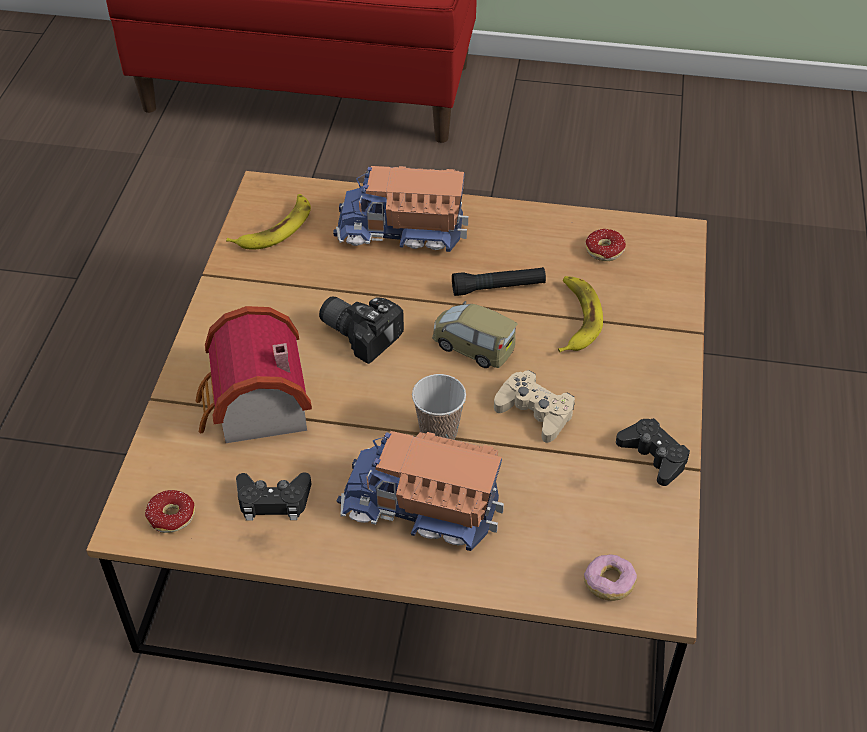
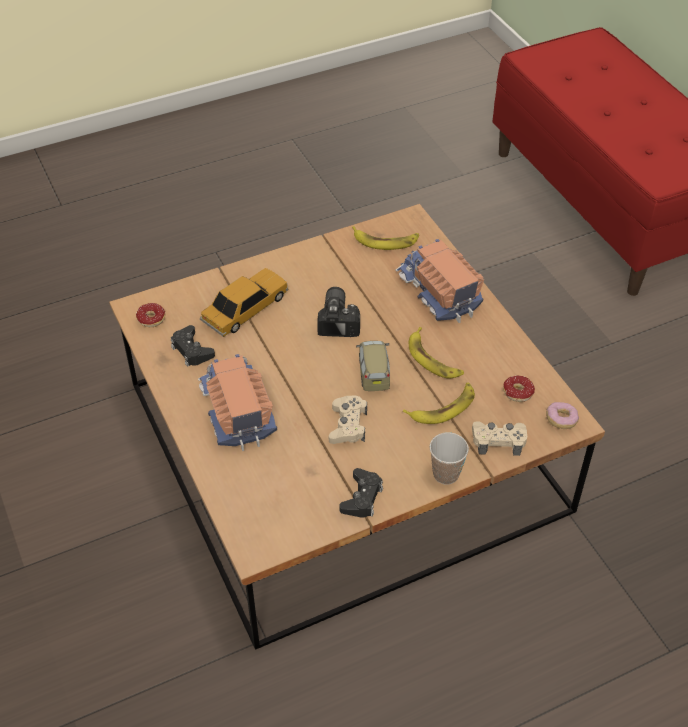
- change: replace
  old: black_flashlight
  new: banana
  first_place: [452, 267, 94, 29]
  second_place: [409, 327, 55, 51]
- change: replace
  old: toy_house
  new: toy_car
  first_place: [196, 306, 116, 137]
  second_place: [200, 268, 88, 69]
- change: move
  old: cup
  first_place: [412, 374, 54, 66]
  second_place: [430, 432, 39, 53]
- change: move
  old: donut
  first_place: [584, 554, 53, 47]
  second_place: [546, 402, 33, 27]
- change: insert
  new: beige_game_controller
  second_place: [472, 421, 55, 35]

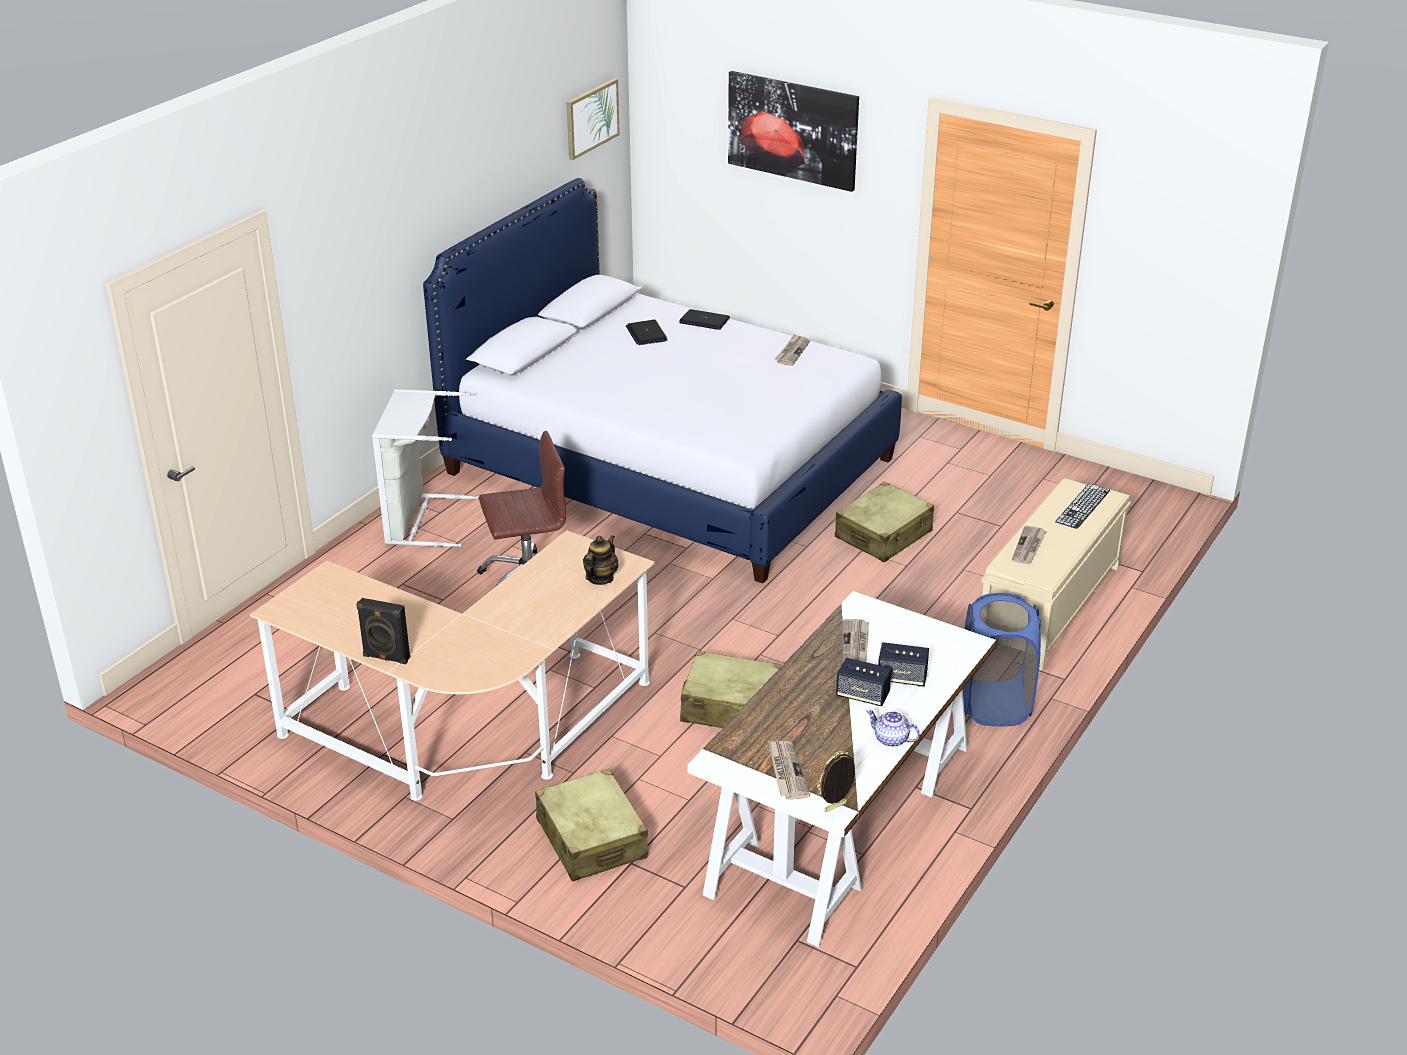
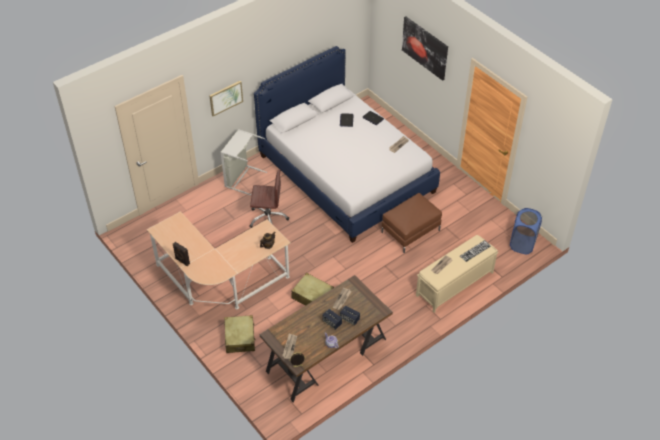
- change: move
  old: picture
  first_place: [567, 78, 53, 82]
  second_place: [209, 81, 34, 35]
- change: replace
  old: beige_suitcase
  new: brown_ottoman
  first_place: [835, 481, 99, 82]
  second_place: [382, 193, 60, 60]
- change: recolor
  old: white_desk
  new: brown_desk
  first_place: [687, 591, 309, 356]
  second_place: [260, 275, 133, 127]
- change: move
  old: blue_laundry_basket
  first_place: [963, 593, 78, 133]
  second_place: [510, 208, 32, 46]

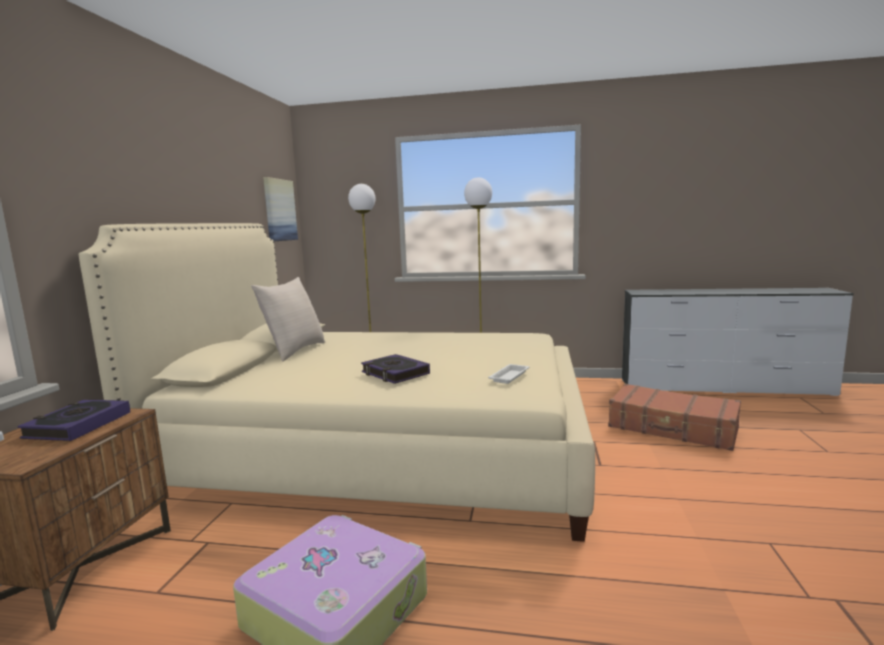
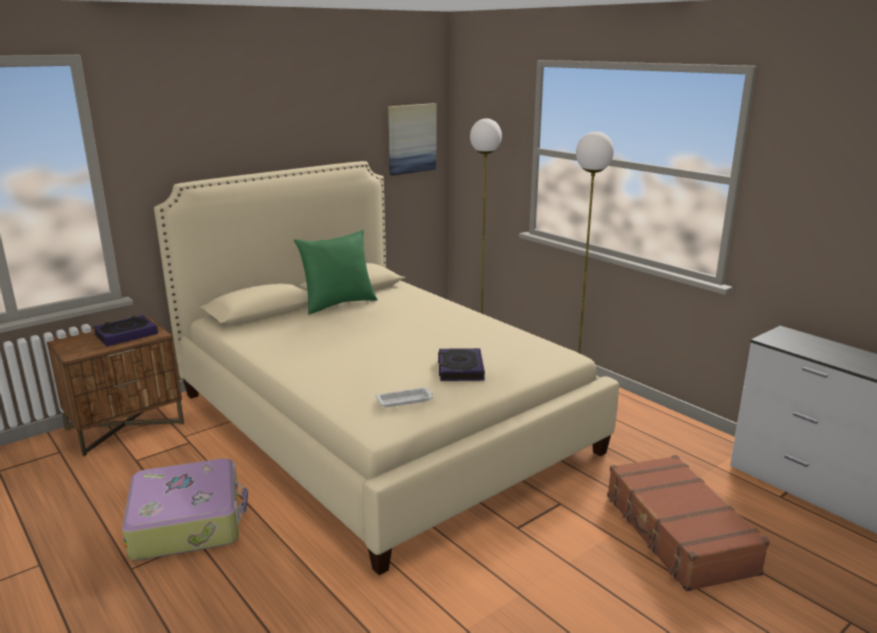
- change: recolor
  old: beige_pillow
  new: green_pillow
  first_place: [251, 277, 74, 85]
  second_place: [294, 230, 84, 84]
- change: move
  old: book
  first_place: [361, 354, 69, 30]
  second_place: [438, 348, 47, 33]

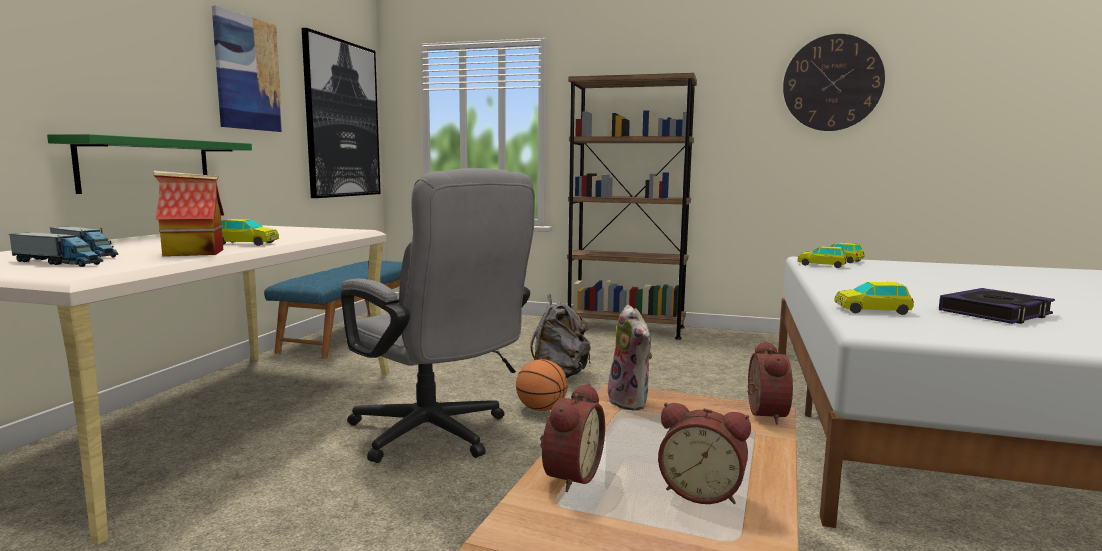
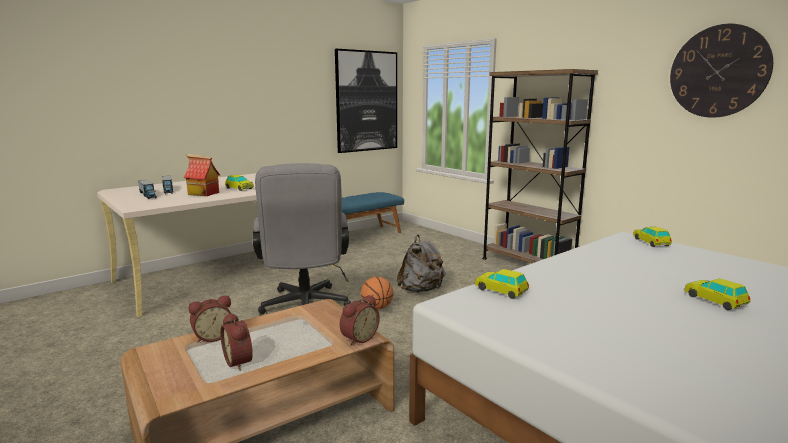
- change: delete
  old: picture
  first_place: [212, 5, 71, 127]
- change: delete
  old: green_shelf
  first_place: [47, 134, 205, 60]
- change: move
  old: toy_car
  first_place: [798, 246, 49, 22]
  second_place: [685, 278, 65, 32]
- change: delete
  old: book
  first_place: [939, 288, 116, 36]
- change: delete
  old: plush_toy
  first_place: [605, 305, 47, 105]

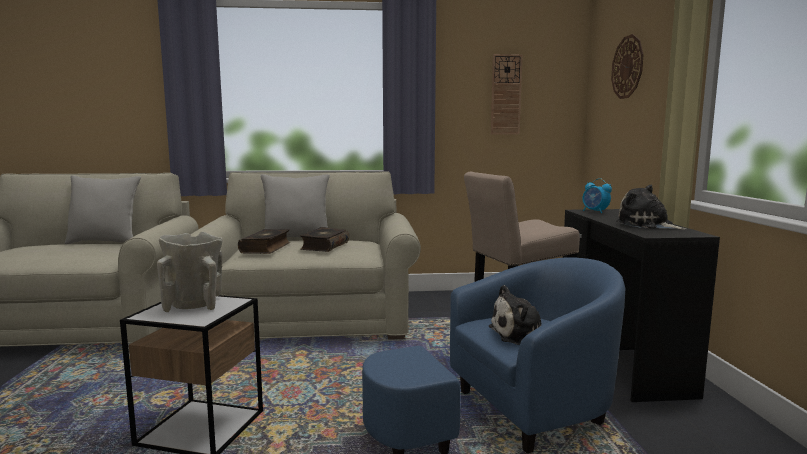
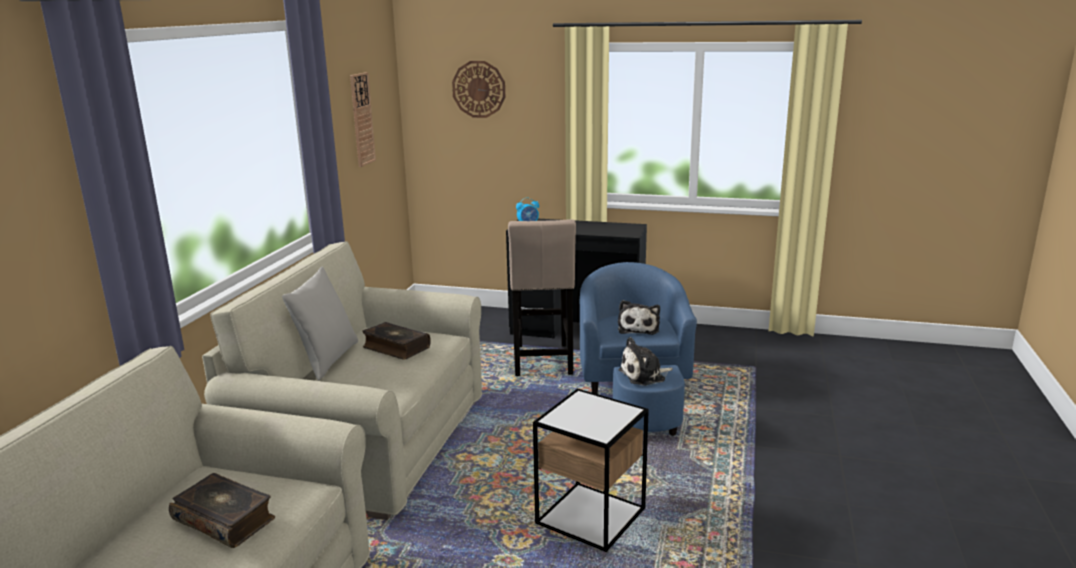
- change: delete
  old: grey_pillow
  first_place: [65, 175, 76, 69]
- change: move
  old: plush_toy
  first_place: [616, 185, 70, 45]
  second_place: [619, 337, 54, 49]
- change: move
  old: book
  first_place: [238, 229, 52, 25]
  second_place: [169, 473, 106, 75]
- change: delete
  old: beige_vase
  first_place: [157, 232, 66, 80]

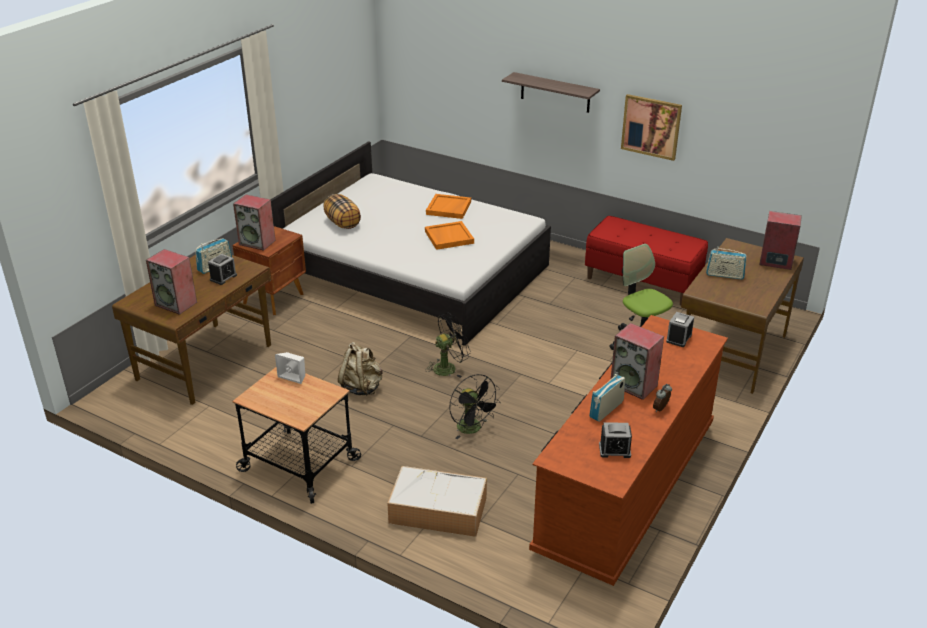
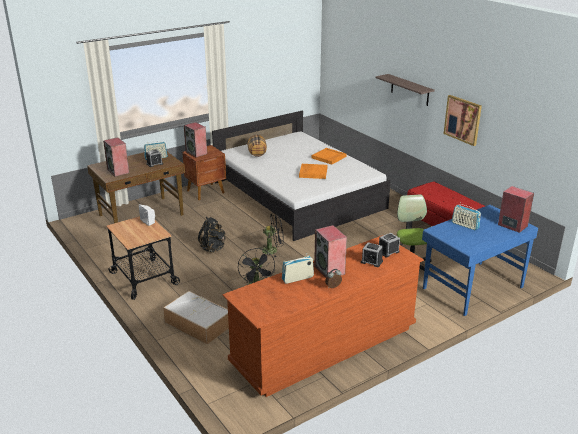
- change: recolor
  old: brown_desk
  new: blue_desk
  first_place: [681, 238, 123, 156]
  second_place: [422, 205, 116, 111]
- change: recolor
  old: beige_backpack
  new: black_backpack
  first_place: [338, 342, 44, 54]
  second_place: [198, 217, 28, 35]
- change: move
  old: alarm_clock
  first_place: [599, 422, 33, 36]
  second_place: [361, 242, 22, 25]

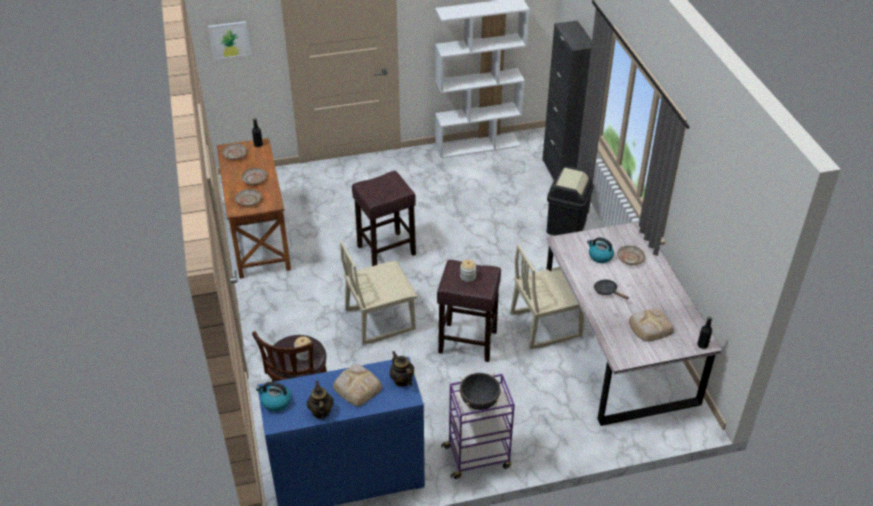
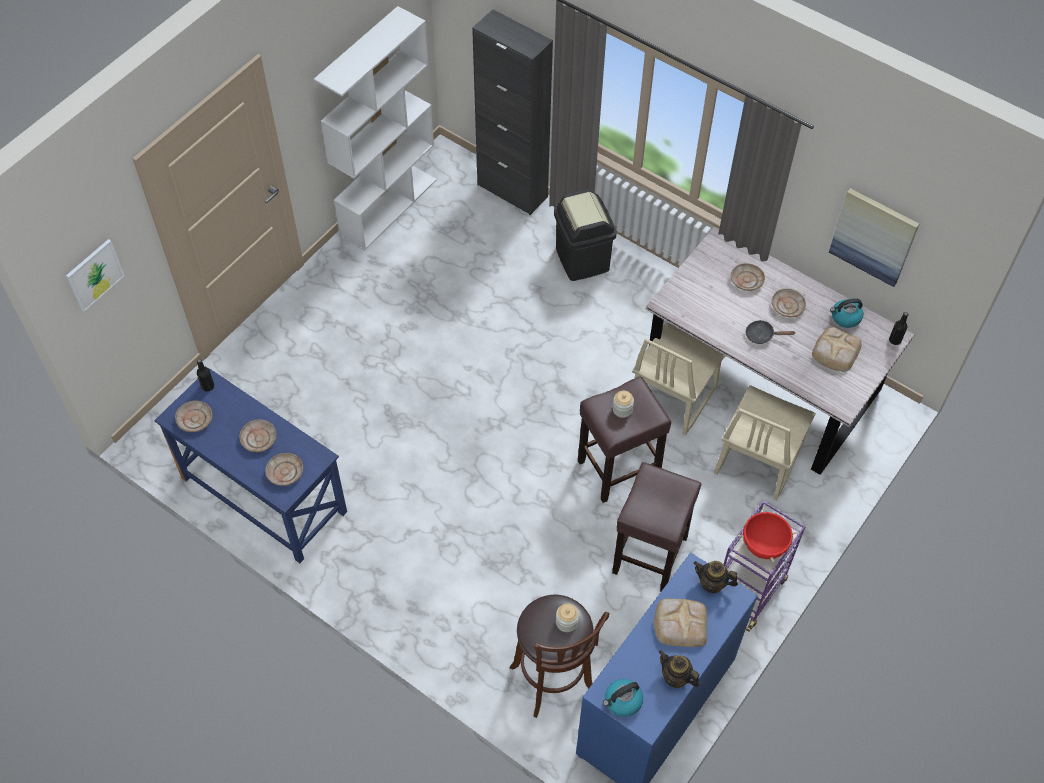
- change: recolor
  old: brown_desk
  new: blue_desk
  first_place: [217, 138, 74, 141]
  second_place: [154, 368, 193, 195]
- change: move
  old: brown_stool
  first_place: [352, 171, 64, 95]
  second_place: [612, 462, 89, 129]
- change: move
  old: kettle
  first_place: [587, 237, 27, 26]
  second_place: [830, 298, 33, 30]
- change: move
  old: beige_chair
  first_place: [340, 241, 78, 104]
  second_place: [714, 385, 102, 116]
- change: recolor
  old: black_cooking_pot
  new: red_cooking_pot
  first_place: [459, 373, 43, 37]
  second_place: [738, 507, 61, 55]
- change: insert
  new: picture
  second_place: [829, 188, 90, 99]
- change: insert
  new: beige_plate
  second_place: [772, 288, 34, 29]

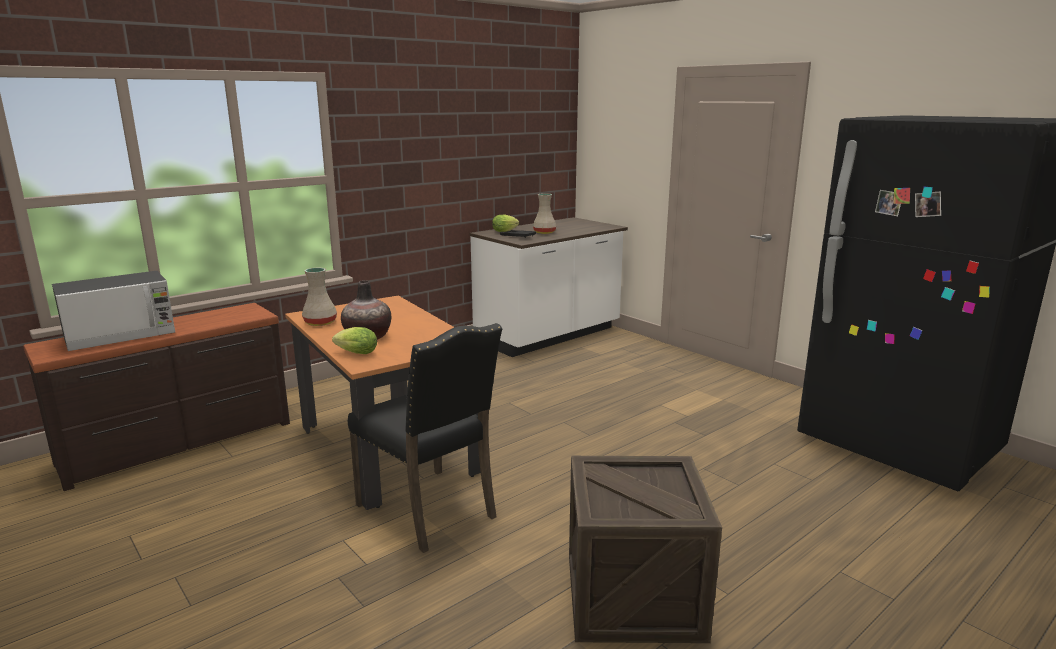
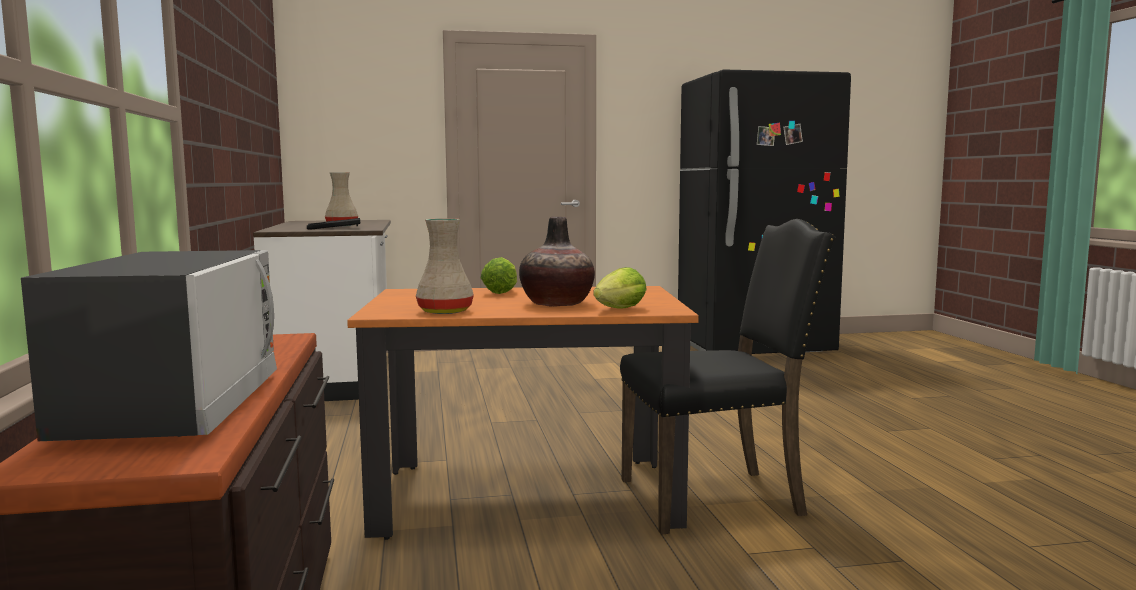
- change: move
  old: lettuce
  first_place: [492, 215, 27, 17]
  second_place: [481, 257, 36, 37]
- change: delete
  old: crate
  first_place: [569, 456, 153, 187]

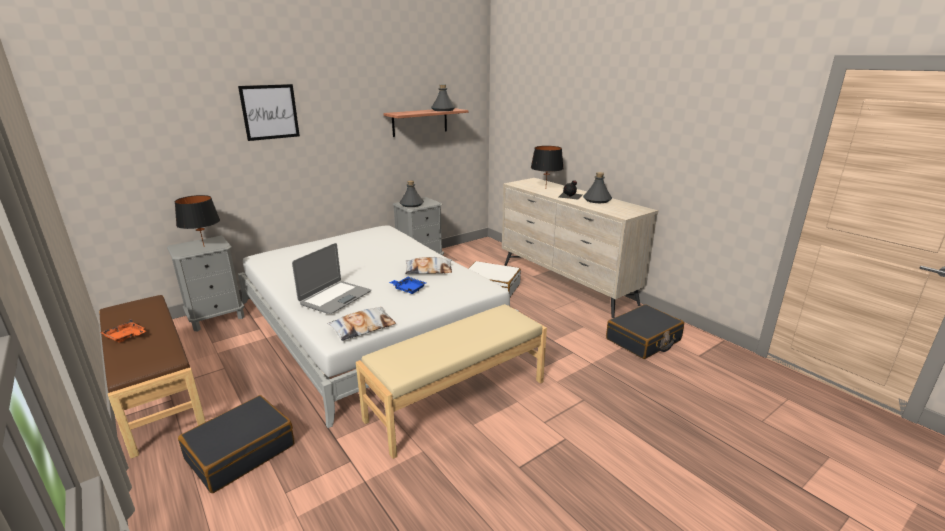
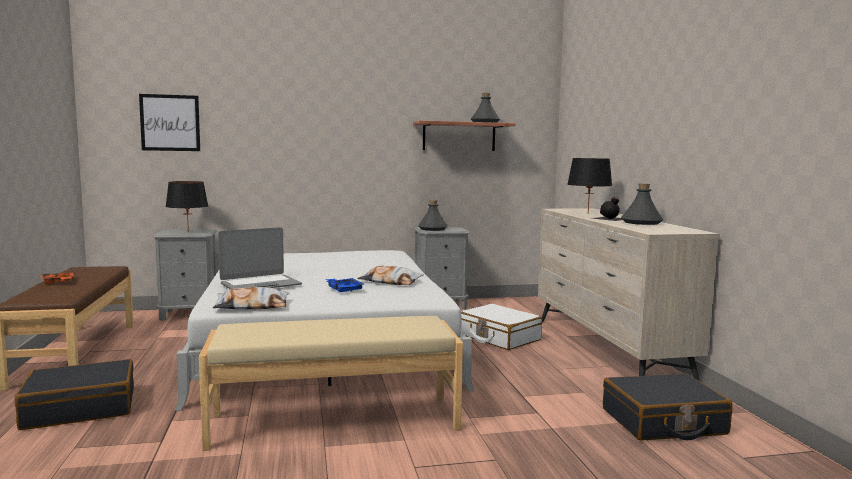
- change: move
  old: picture
  first_place: [238, 84, 62, 57]
  second_place: [139, 94, 61, 57]

